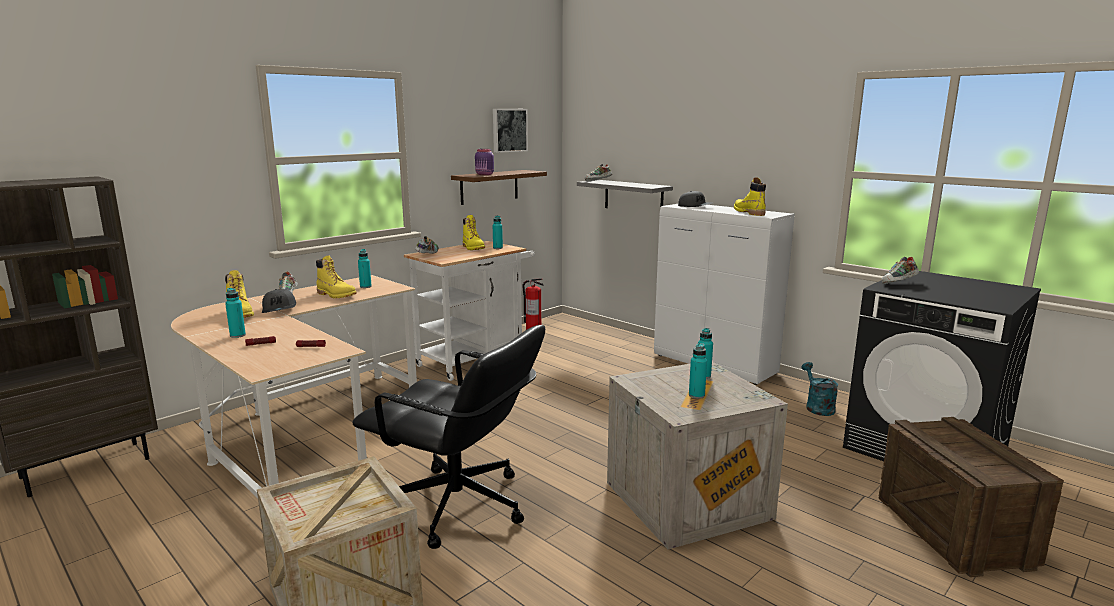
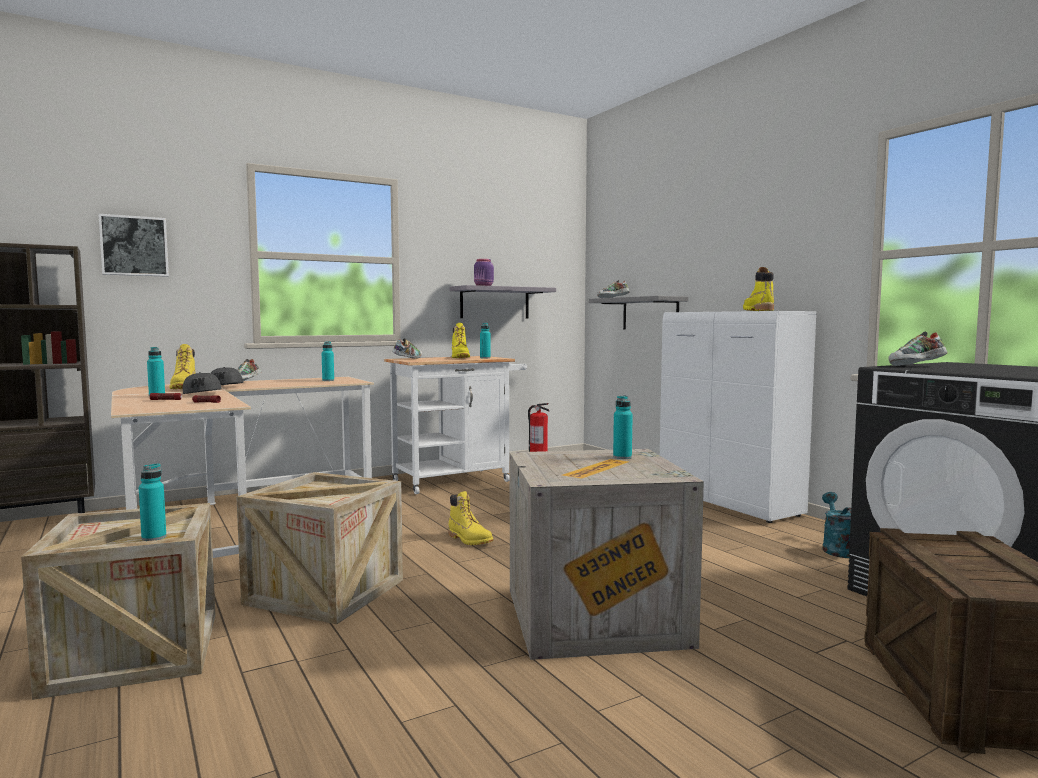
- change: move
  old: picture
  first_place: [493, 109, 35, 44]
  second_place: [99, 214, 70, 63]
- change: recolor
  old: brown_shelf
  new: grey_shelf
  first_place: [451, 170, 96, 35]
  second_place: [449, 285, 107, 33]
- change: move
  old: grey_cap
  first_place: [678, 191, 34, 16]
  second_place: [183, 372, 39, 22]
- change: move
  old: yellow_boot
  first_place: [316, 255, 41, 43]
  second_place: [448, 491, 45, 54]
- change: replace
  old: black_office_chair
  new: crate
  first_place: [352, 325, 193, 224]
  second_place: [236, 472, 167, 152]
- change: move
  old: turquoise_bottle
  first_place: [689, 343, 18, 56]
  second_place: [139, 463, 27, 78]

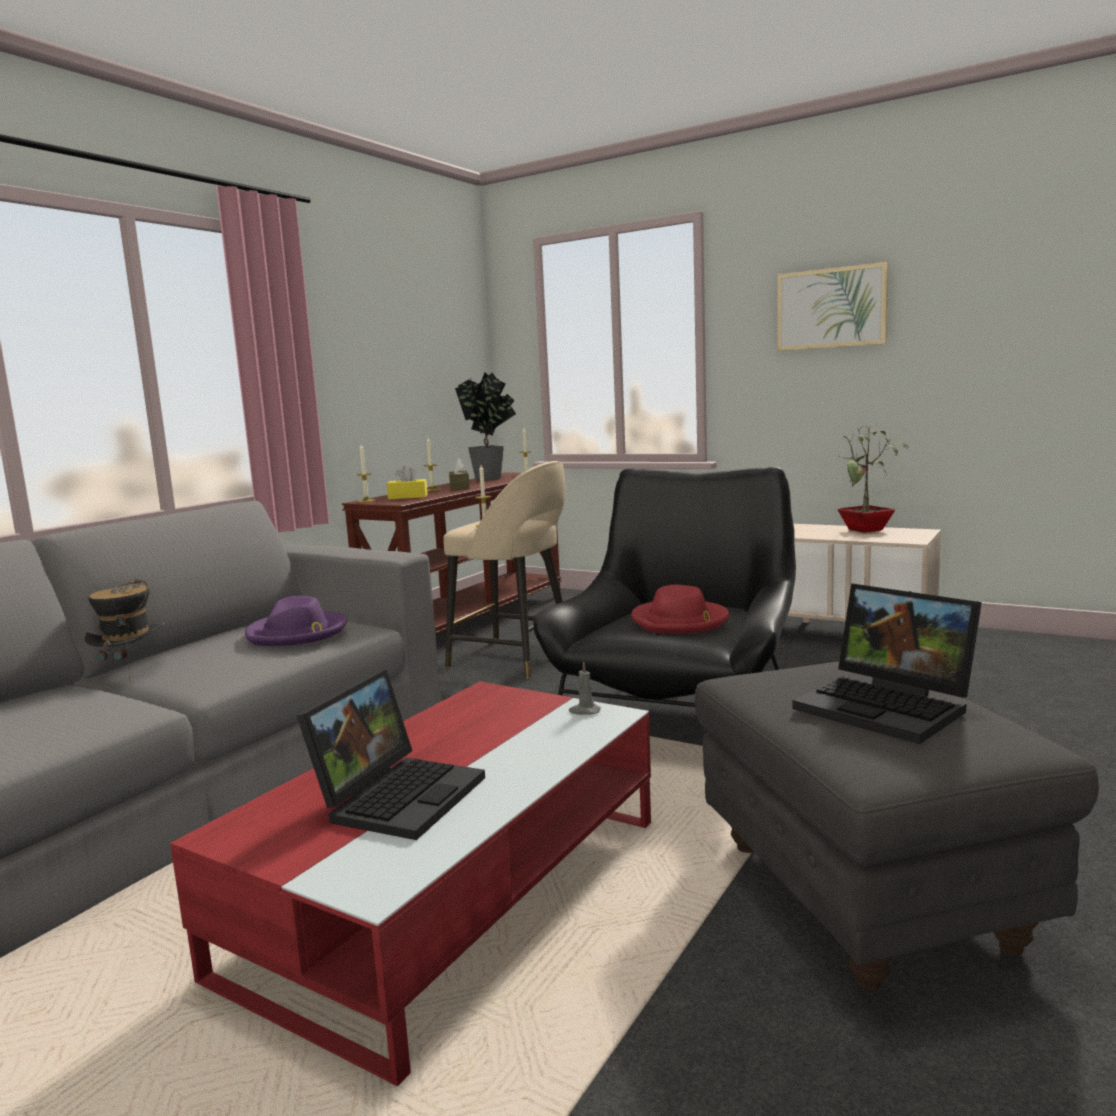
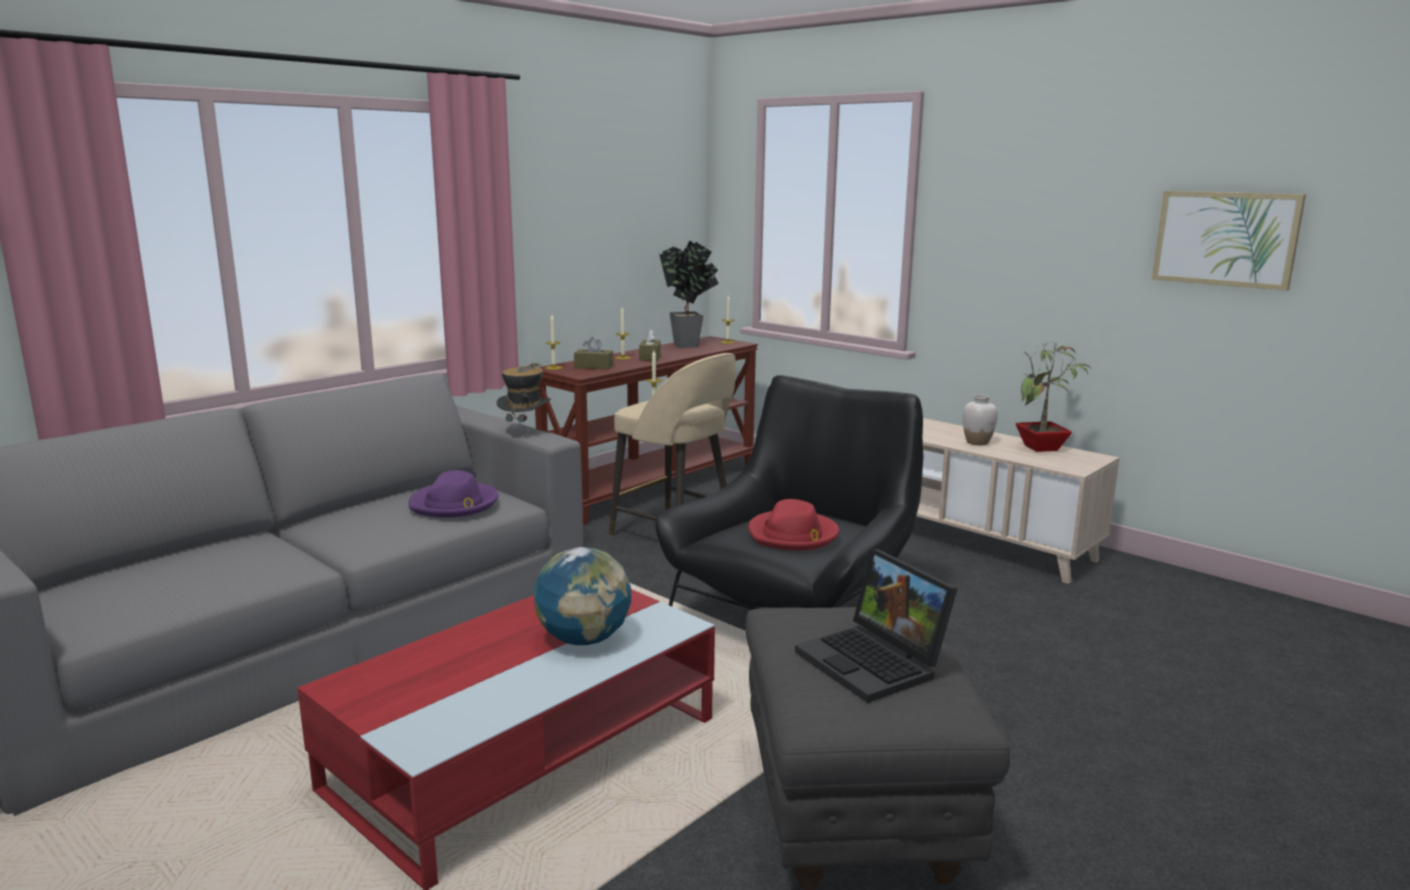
- change: move
  old: picture
  first_place: [777, 262, 111, 89]
  second_place: [1152, 191, 154, 100]
- change: recolor
  old: yellow_tissue_box
  new: brown_tissue_box
  first_place: [387, 466, 41, 33]
  second_place: [574, 337, 39, 32]
- change: move
  old: hat
  first_place: [84, 579, 80, 103]
  second_place: [497, 363, 54, 59]
- change: delete
  old: grey_candle
  first_place: [569, 661, 32, 54]
- change: delete
  old: laptop
  first_place: [296, 669, 189, 171]
- change: insert
  new: white_vase
  second_place: [963, 395, 35, 51]
- change: insert
  new: globe
  second_place: [534, 547, 97, 98]

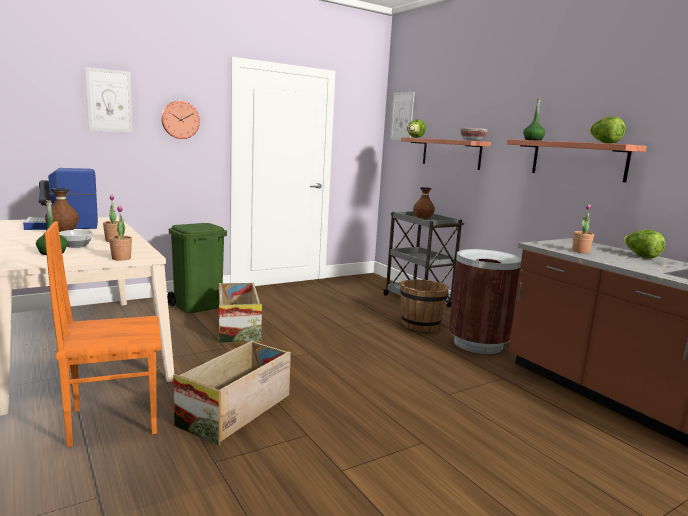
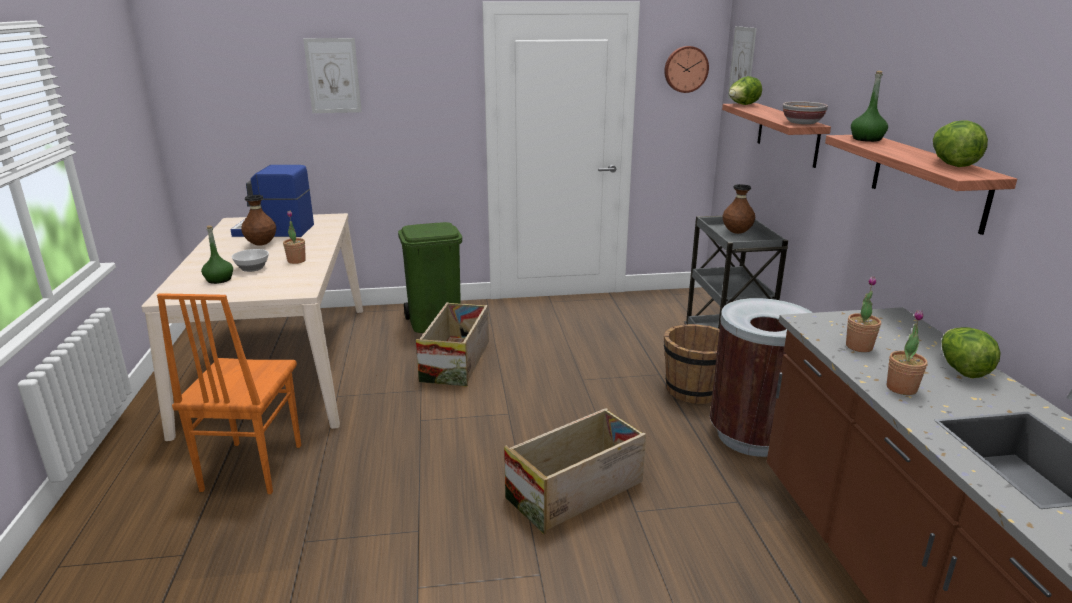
- change: move
  old: wall_clock
  first_place: [161, 101, 39, 38]
  second_place: [664, 46, 45, 47]
- change: move
  old: potted_plant
  first_place: [109, 206, 23, 55]
  second_place: [887, 310, 41, 85]
- change: rotate
  old: orange_chair
  first_place: [44, 221, 117, 226]
  second_place: [157, 293, 144, 201]
  degrees: -90
- change: move
  old: crate
  first_place: [173, 341, 118, 105]
  second_place: [504, 408, 142, 126]

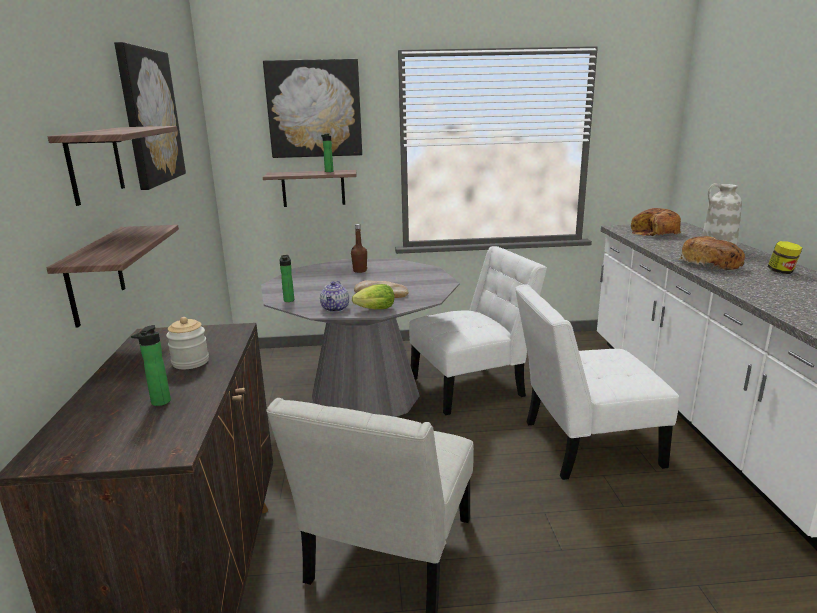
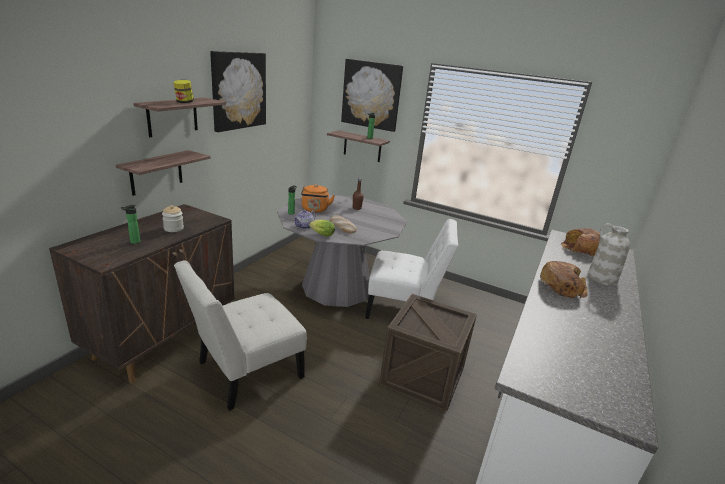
- change: move
  old: jar
  first_place: [768, 241, 35, 33]
  second_place: [173, 80, 21, 23]
- change: replace
  old: white_chair
  new: crate
  first_place: [515, 284, 164, 196]
  second_place: [379, 294, 98, 118]
- change: insert
  new: orange_kettle
  second_place: [301, 185, 34, 28]

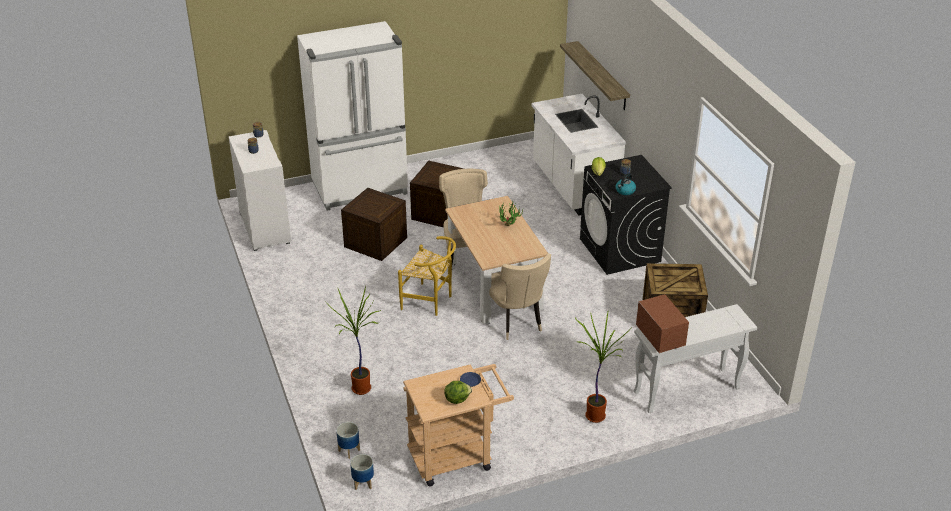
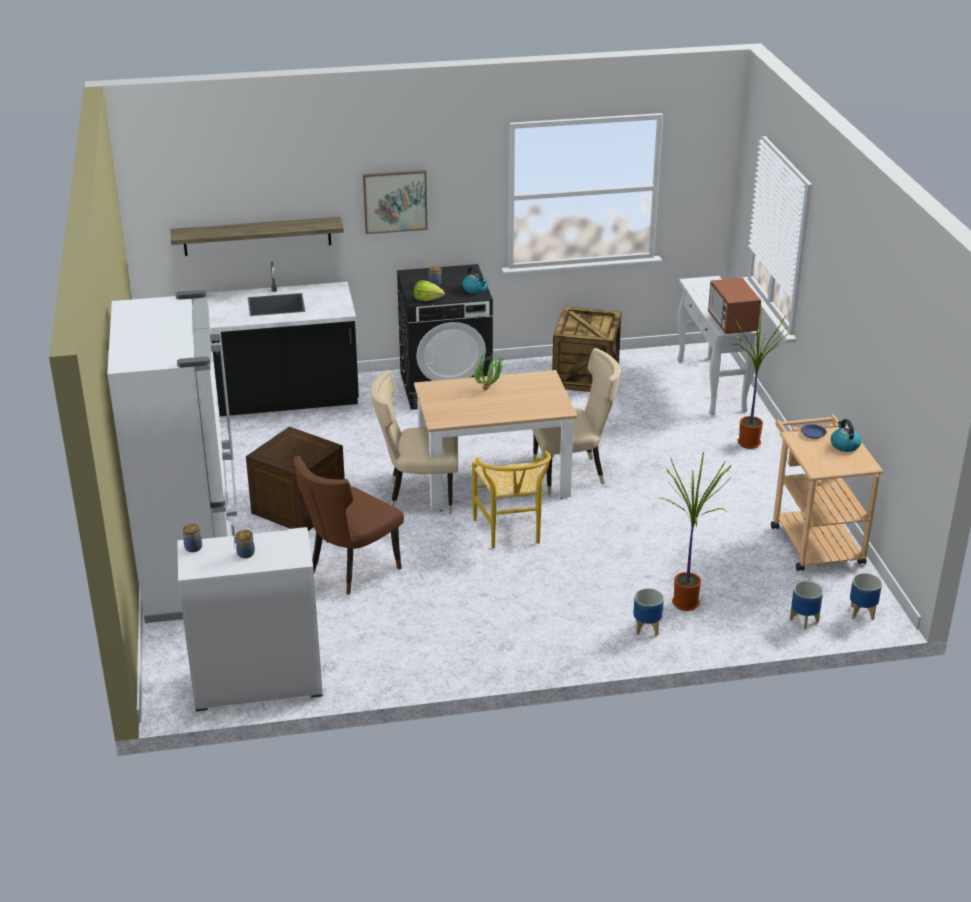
- change: recolor
  old: white_counter
  new: black_counter
  first_place: [532, 94, 94, 122]
  second_place: [206, 262, 153, 154]
- change: replace
  old: crate
  new: brown_chair
  first_place: [341, 188, 66, 73]
  second_place: [294, 456, 110, 139]
- change: rotate
  old: yellow_chair
  first_place: [398, 236, 58, 80]
  second_place: [472, 451, 79, 97]
  degrees: 135
- change: rotate
  old: microwave
  first_place: [636, 294, 53, 59]
  second_place: [708, 278, 53, 56]
  degrees: -90
- change: replace
  old: lettuce
  new: kettle
  first_place: [445, 381, 27, 23]
  second_place: [831, 419, 30, 33]
- change: insert
  new: picture
  second_place: [363, 170, 65, 64]
- change: insert
  new: planter
  second_place: [633, 588, 31, 48]

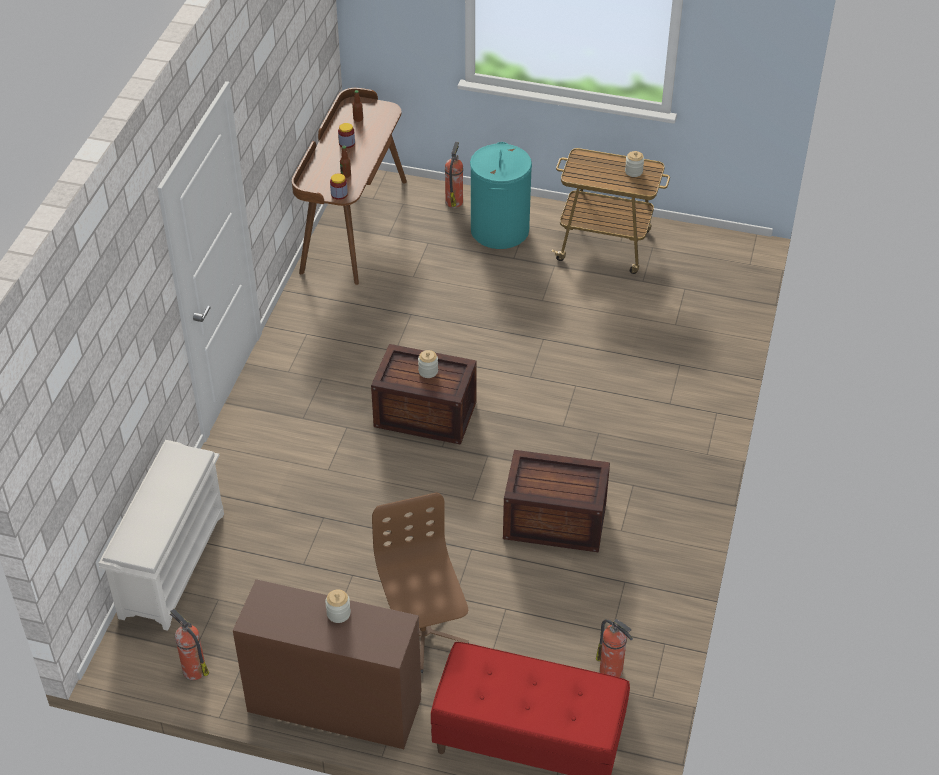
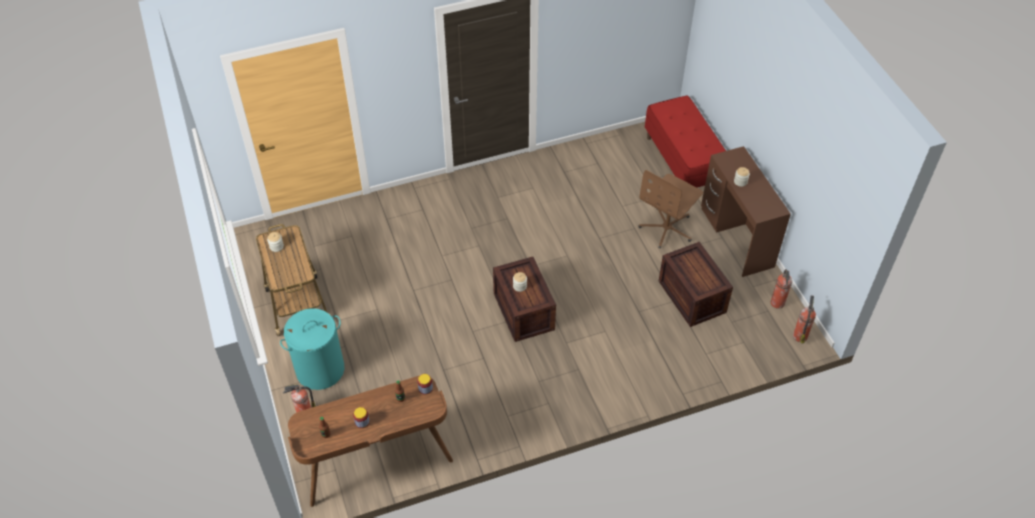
- change: delete
  old: white_shoe_rack
  first_place: [99, 440, 125, 191]
- change: move
  old: crate
  first_place: [503, 450, 107, 102]
  second_place: [659, 242, 74, 85]
- change: move
  old: fire_extinguisher
  first_place: [596, 619, 37, 59]
  second_place: [793, 295, 23, 48]

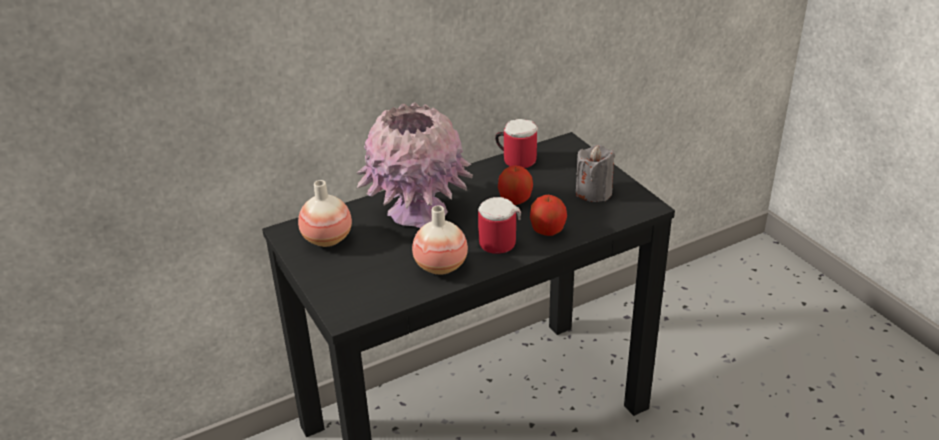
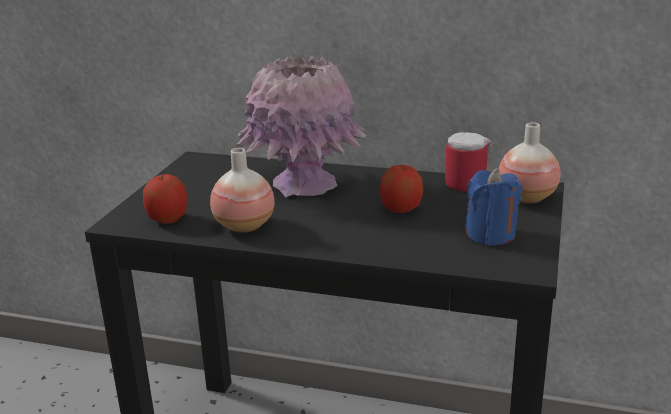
- change: recolor
  old: grey_candle
  new: blue_candle
  first_place: [576, 145, 39, 57]
  second_place: [465, 168, 57, 77]
- change: move
  old: vase
  first_place: [298, 180, 54, 67]
  second_place: [499, 123, 61, 80]
- change: move
  old: apple
  first_place: [530, 195, 37, 41]
  second_place: [143, 174, 44, 50]
- change: delete
  old: mug
  first_place: [478, 197, 43, 57]

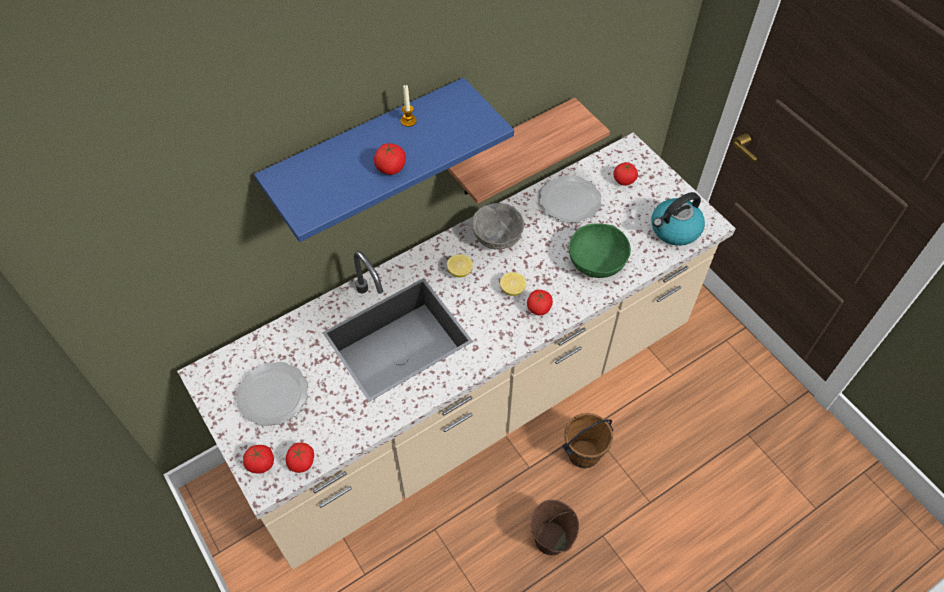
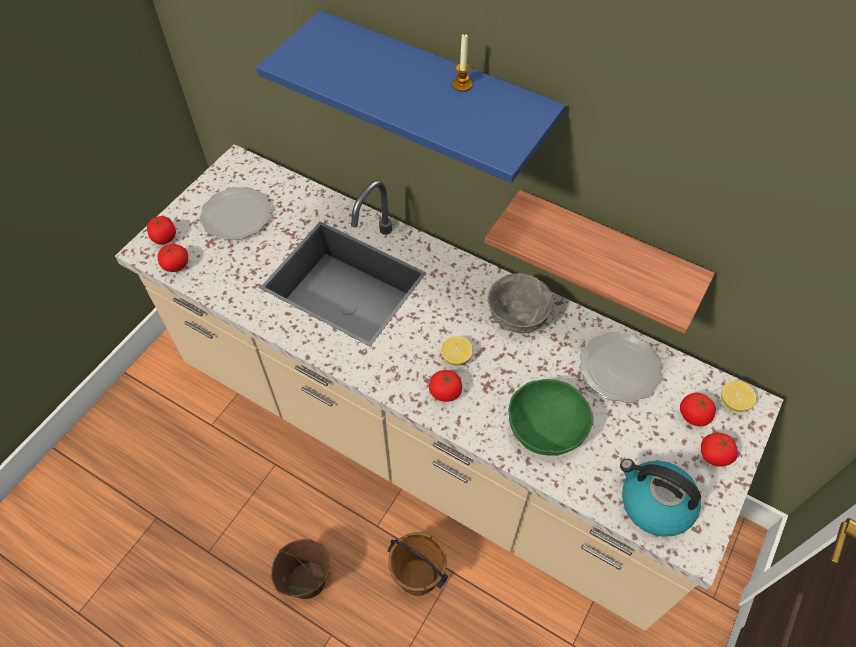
- change: move
  old: tomato
  first_place: [374, 143, 32, 32]
  second_place: [701, 433, 37, 34]
- change: move
  old: lemon
  first_place: [447, 254, 26, 23]
  second_place: [721, 380, 35, 32]

